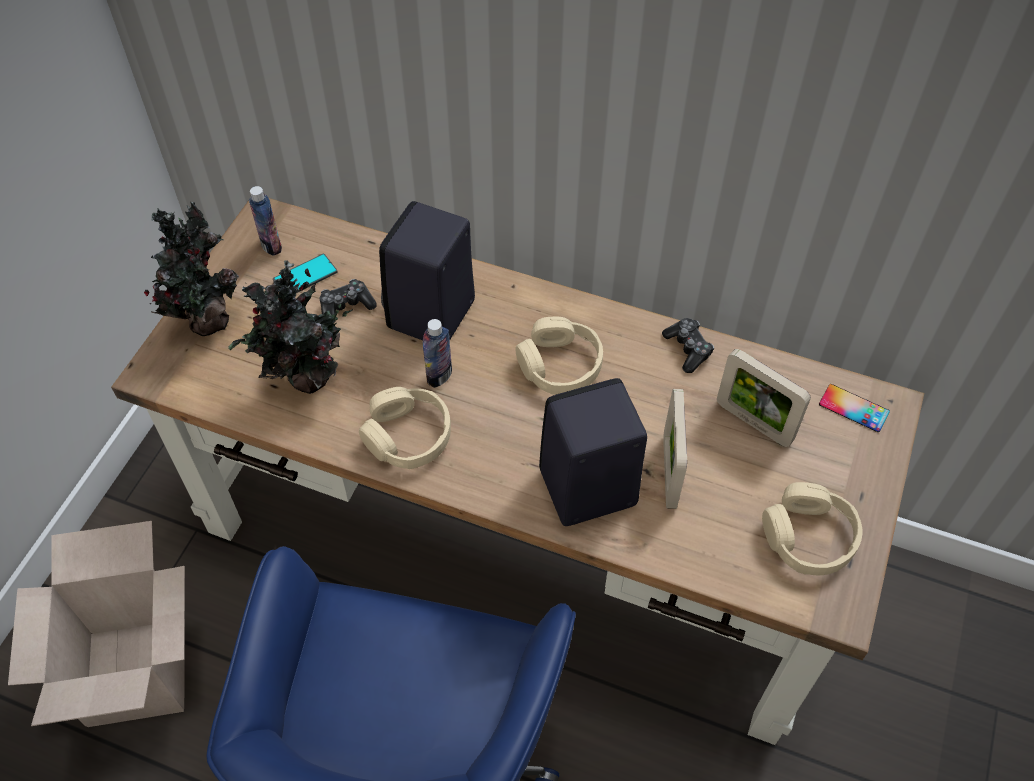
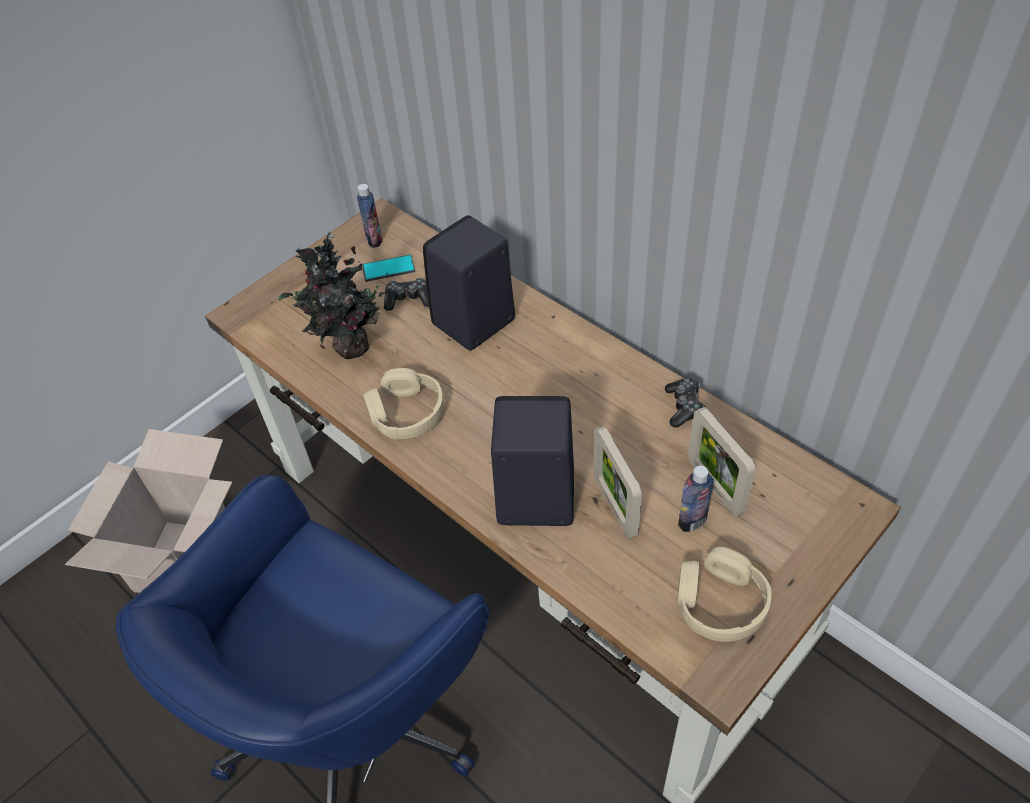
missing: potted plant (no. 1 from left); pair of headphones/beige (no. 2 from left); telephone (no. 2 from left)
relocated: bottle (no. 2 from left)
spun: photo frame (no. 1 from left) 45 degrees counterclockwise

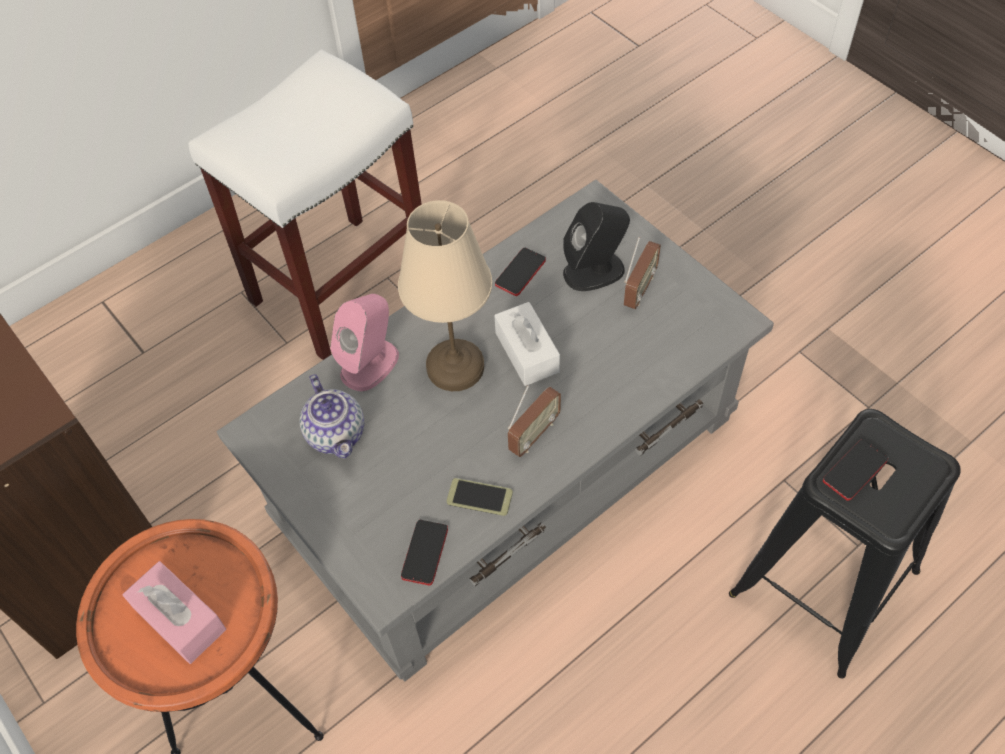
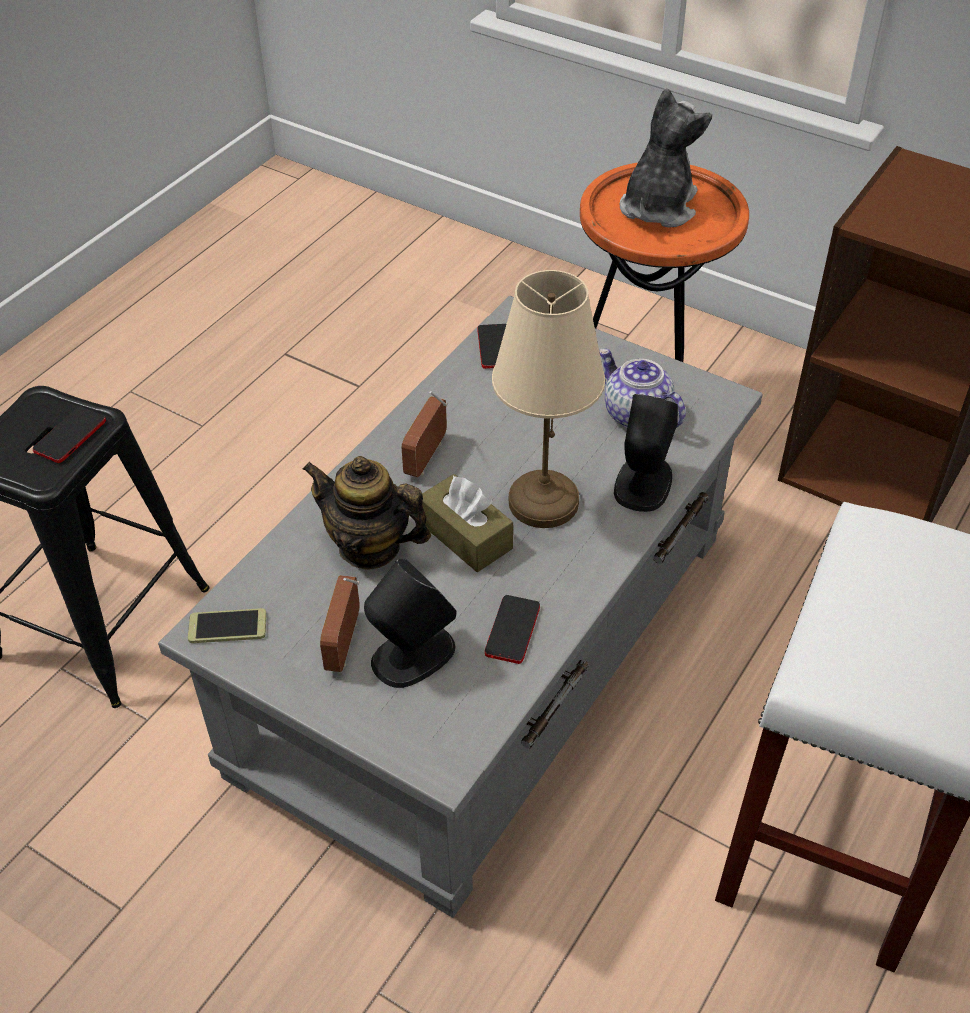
appeared: pot for tea (no. 1 from left)
relocated: telephone (no. 2 from left)
exchanged: tissue holder/pinkish to soft toy
colour: loudspeaker/pinkish to loudspeaker/blackish (no. 2 from left); tissue holder/whitish to tissue holder/brownish

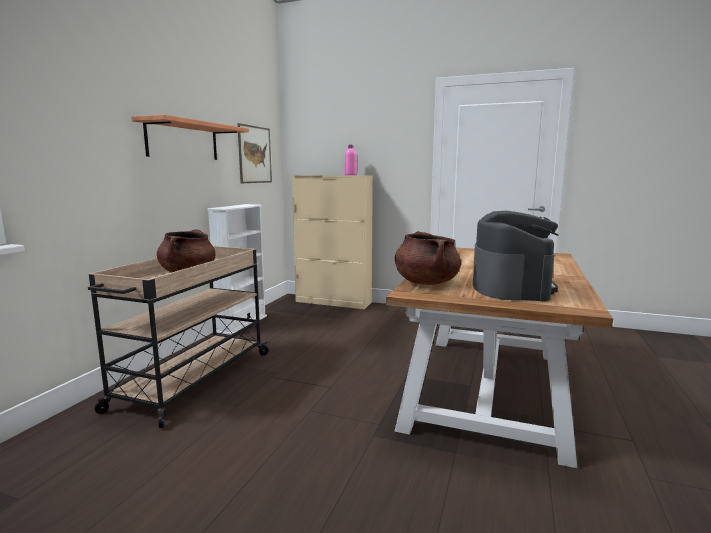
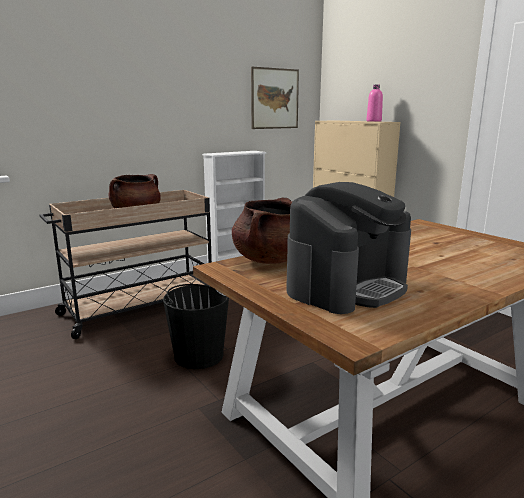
missing: shelf
appeared: pail/blackish

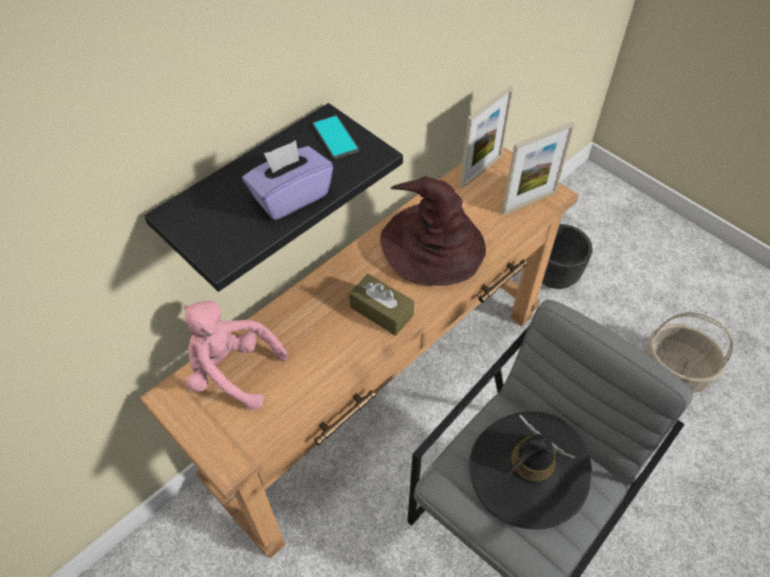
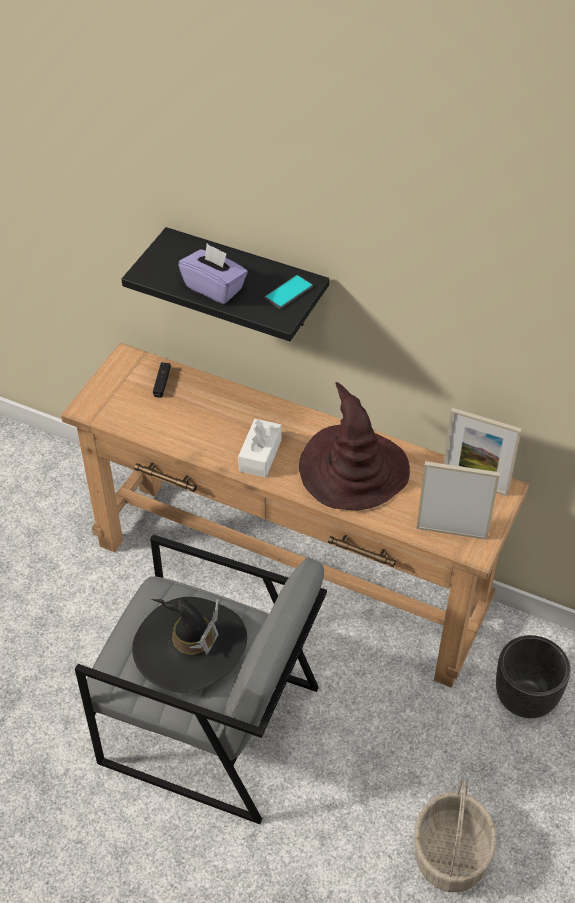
exchanged: soft toy/pinkish to gamepad/blackish
colour: tissue holder/brownish to tissue holder/whitish
spun: photo frame (no. 2 from left in the first image) 150 degrees clockwise

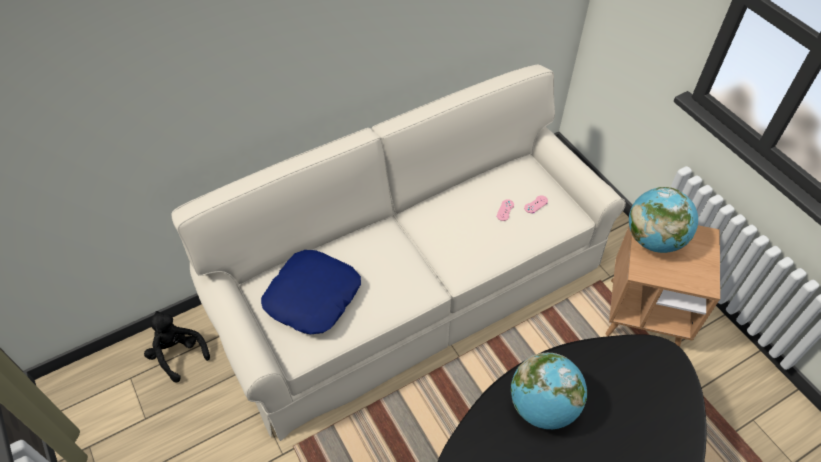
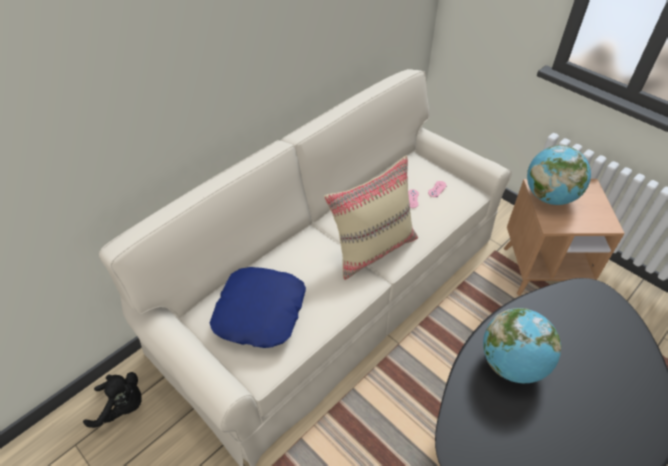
appeared: pillow/beige
spun: soft toy/blackish 150 degrees clockwise

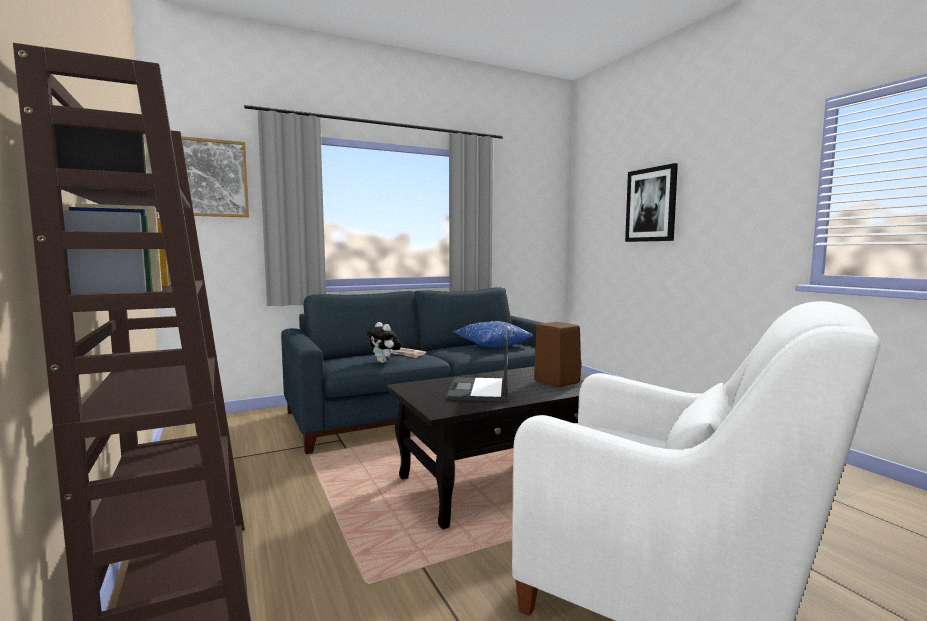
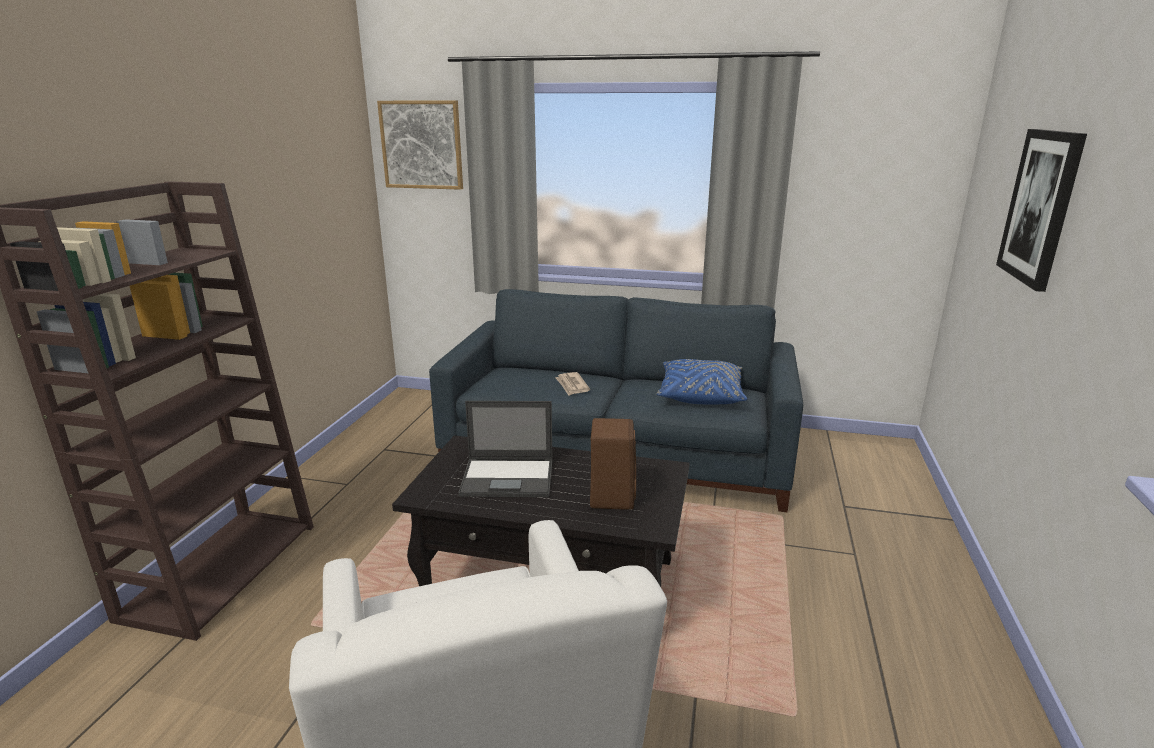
missing: soft toy
spun: laptop 135 degrees counterclockwise

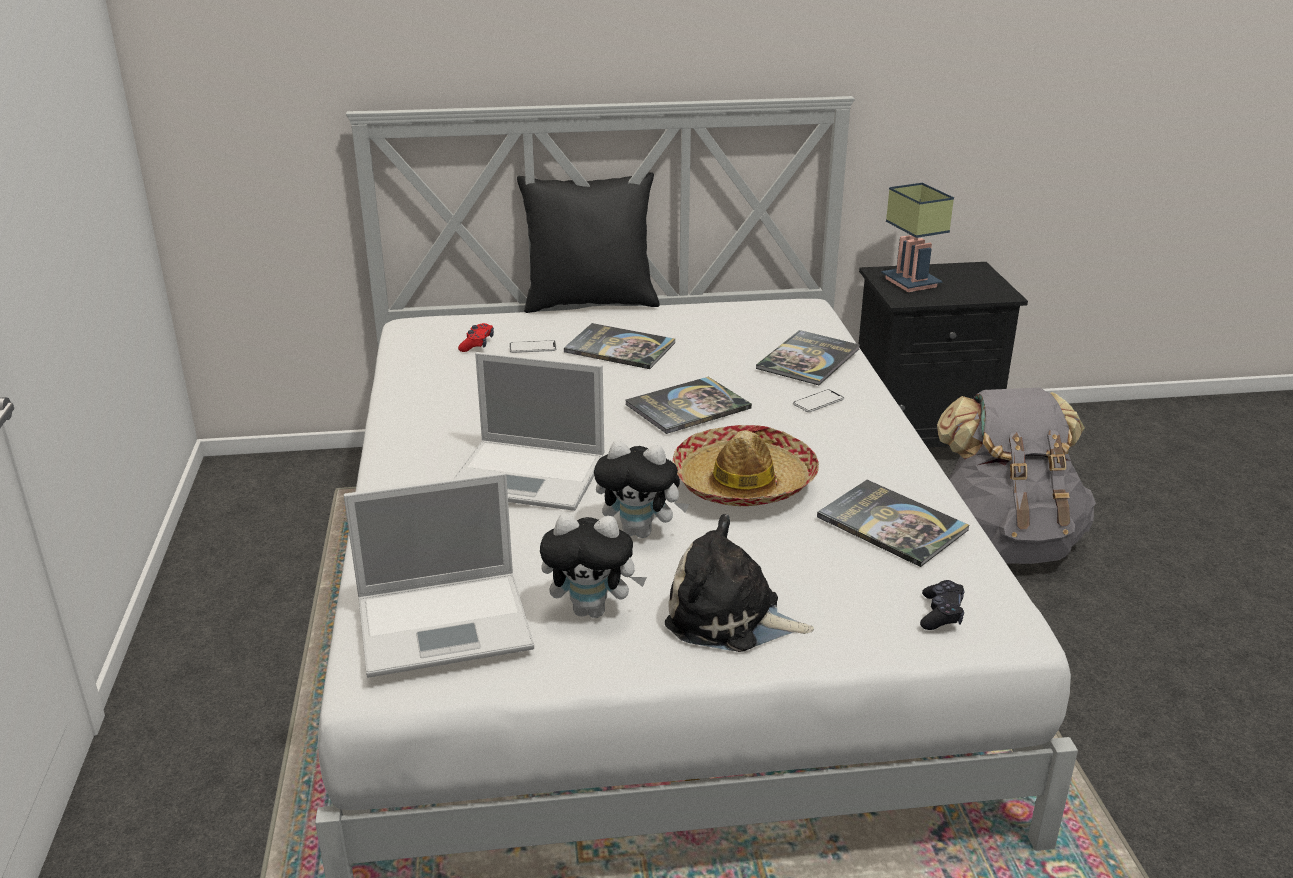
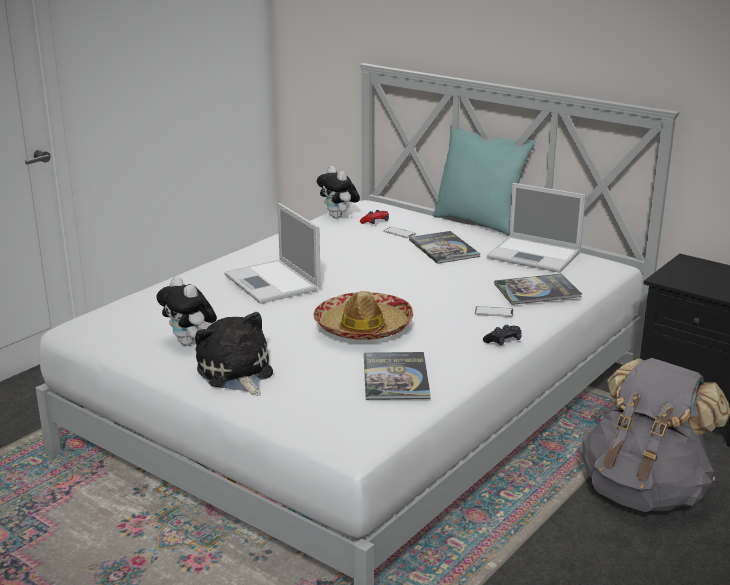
missing: book (no. 2 from left); tabletop lamp
relocated: laptop (no. 1 from left in the first image) to laptop (no. 2 from left); soft toy (no. 2 from left in the first image) to soft toy (no. 3 from left); gamepad/blackish
colour: pillow/blackish to pillow/turquoise

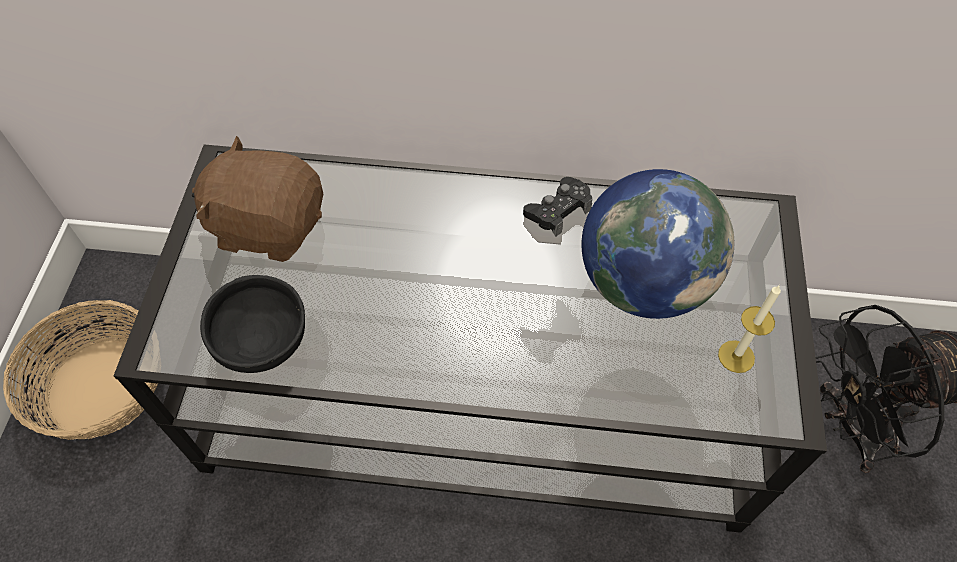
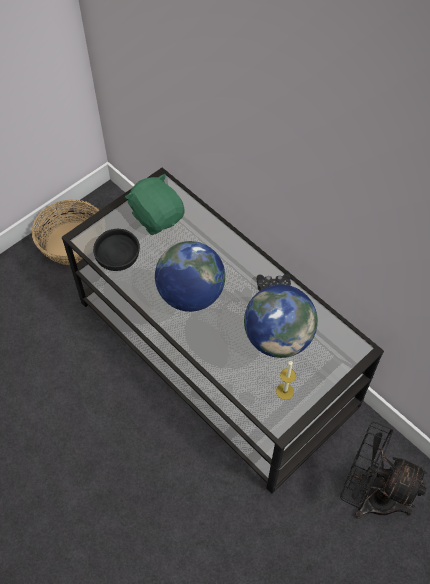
appeared: desk globe (no. 1 from left)
colour: soft toy/brownish to soft toy/green

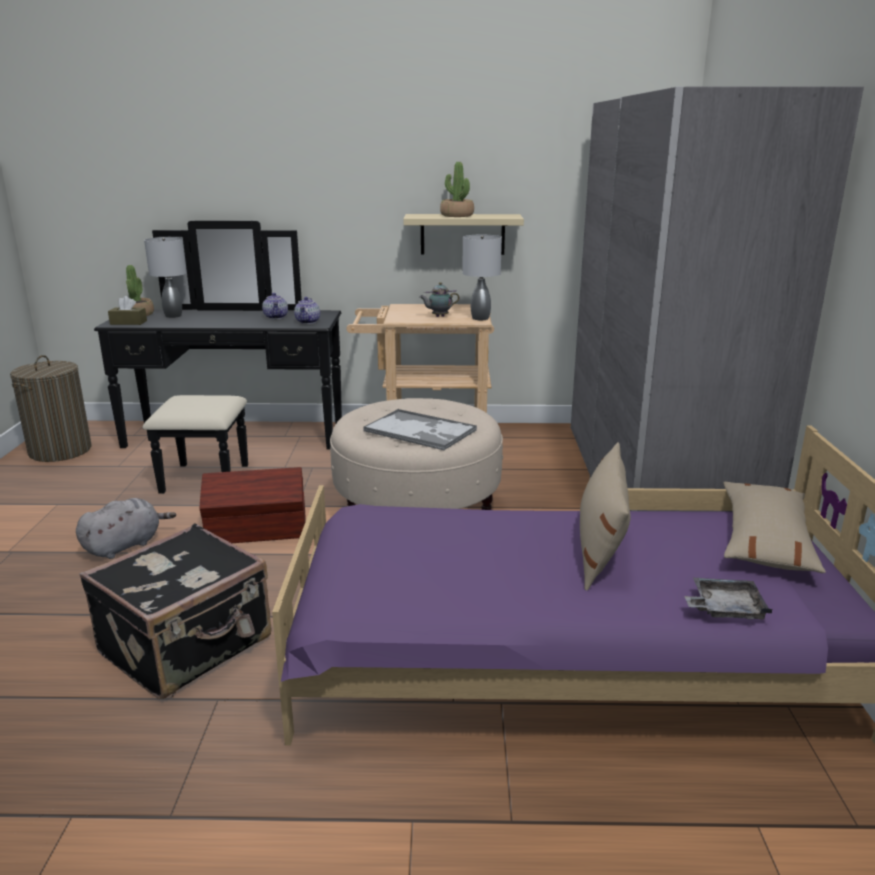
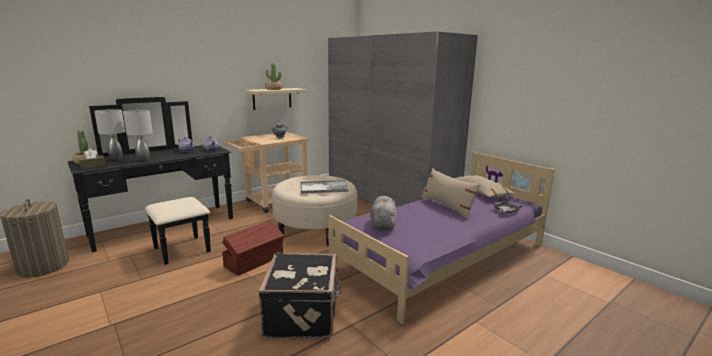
relocated: soft toy/greyish; tabletop lamp/greyish (no. 2 from left)

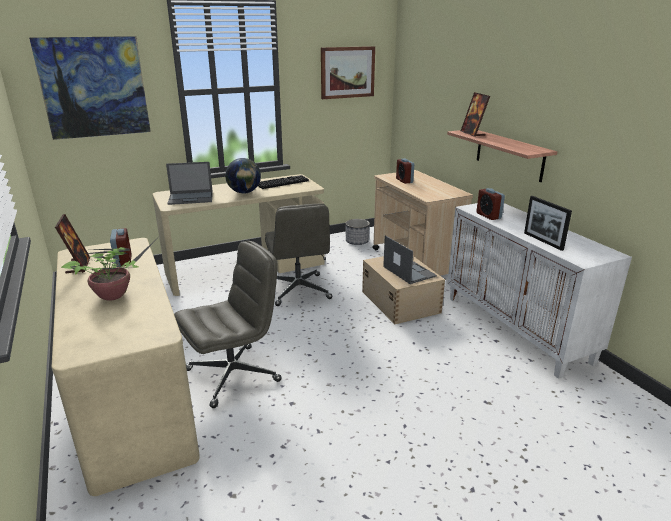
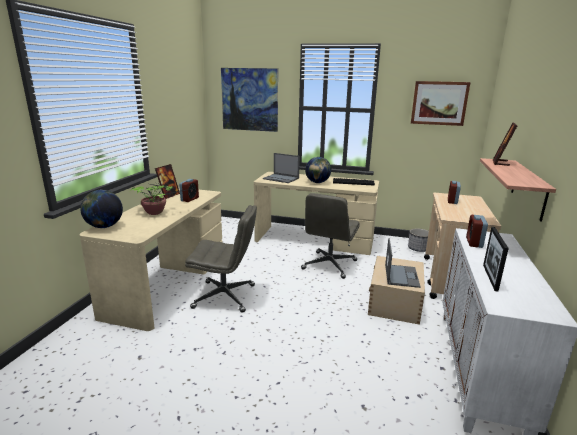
appeared: desk globe (no. 1 from left)

